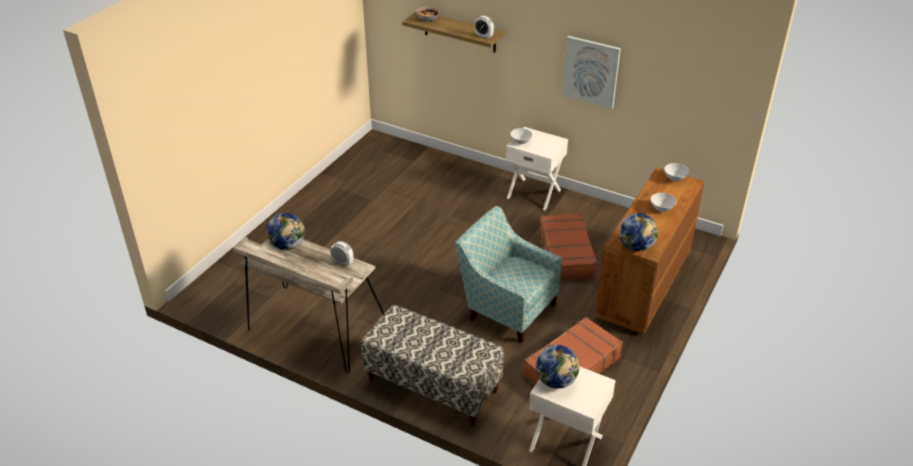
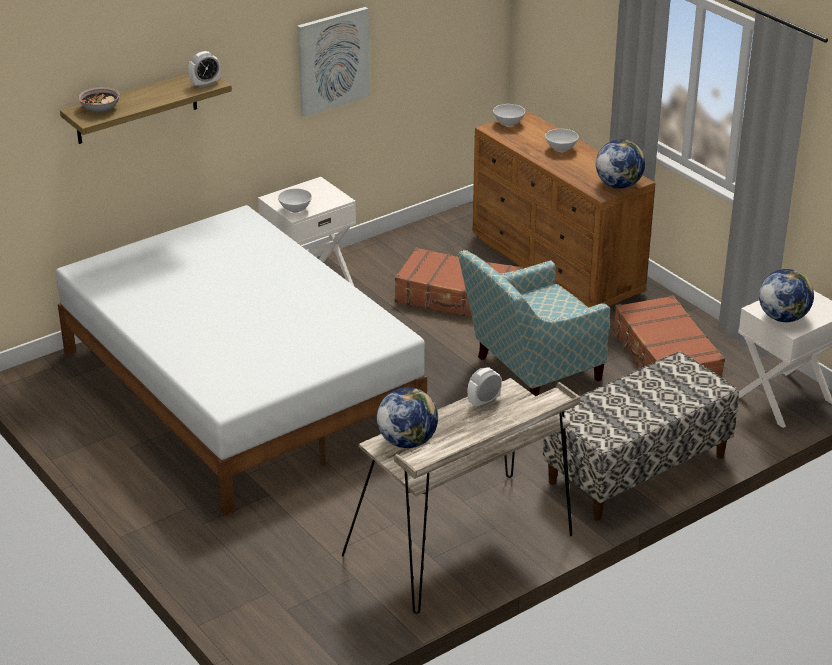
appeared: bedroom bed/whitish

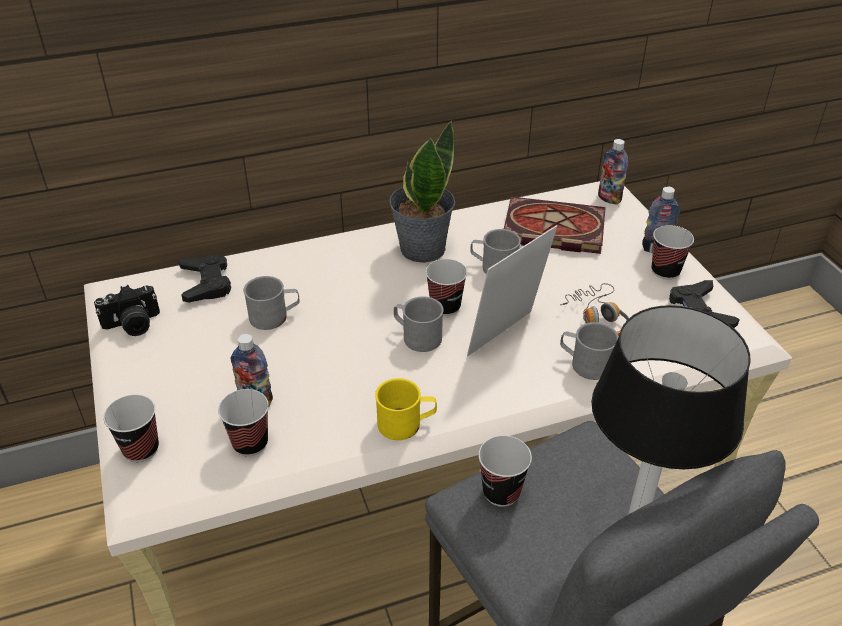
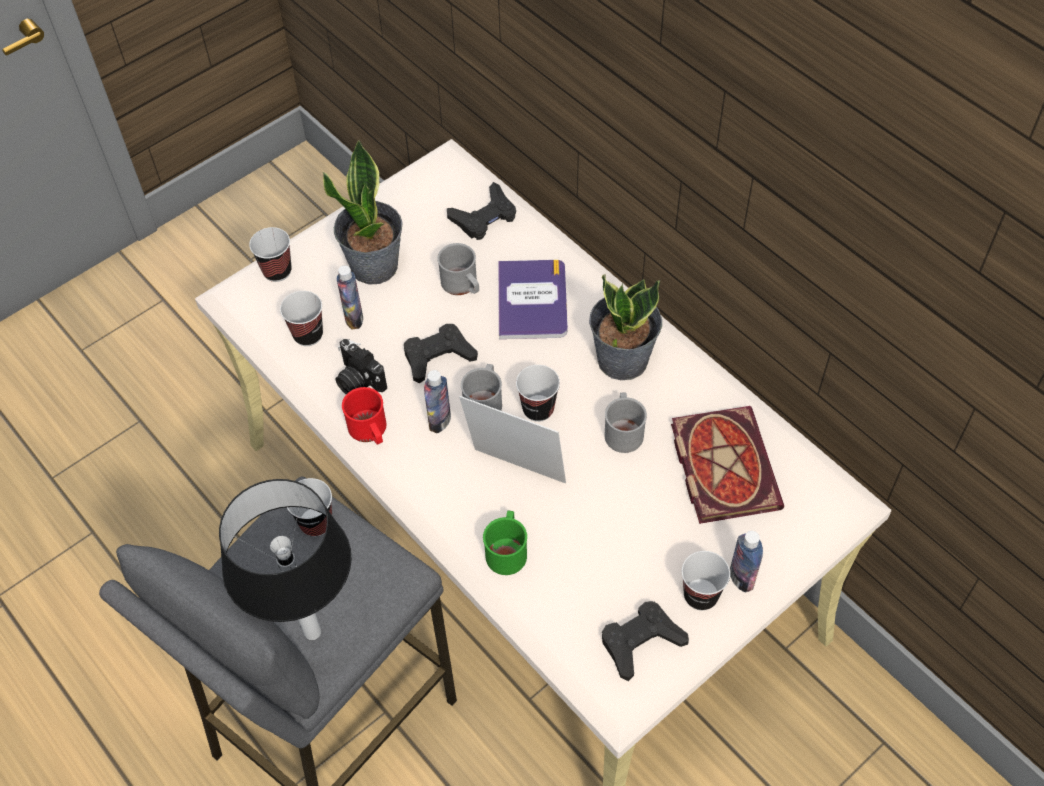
missing: pair of headphones
appeared: potted plant (no. 1 from left); gamepad/blackish (no. 1 from left); book (no. 1 from left)
relocated: still camera; bottle (no. 2 from left)
colour: mug/yellow-coloured to mug/red; mug/greyish (no. 4 from left) to mug/green

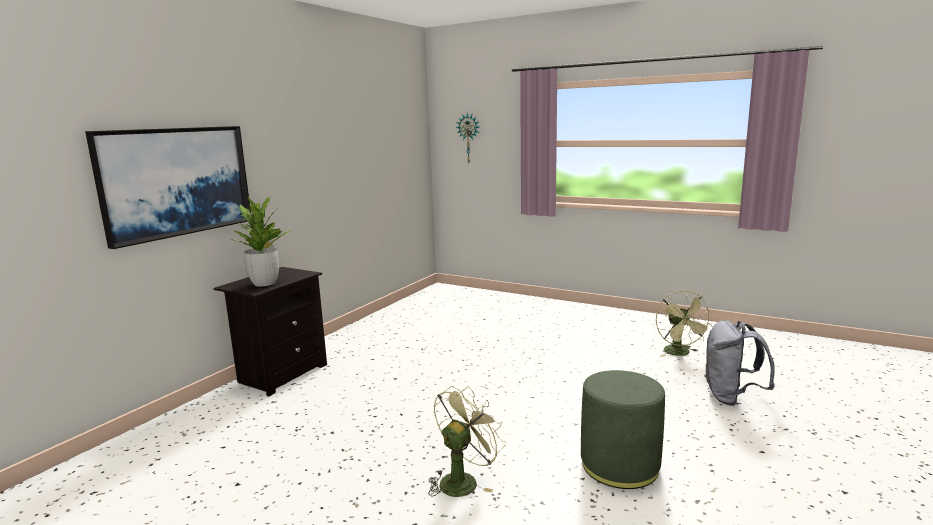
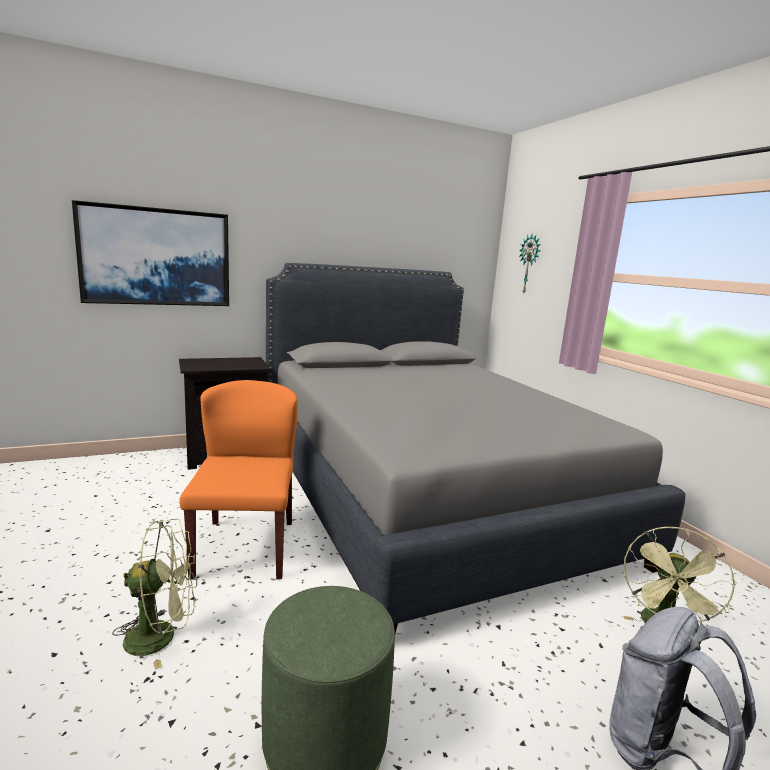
missing: potted plant
appeared: chair/orange; bedroom bed/greyish

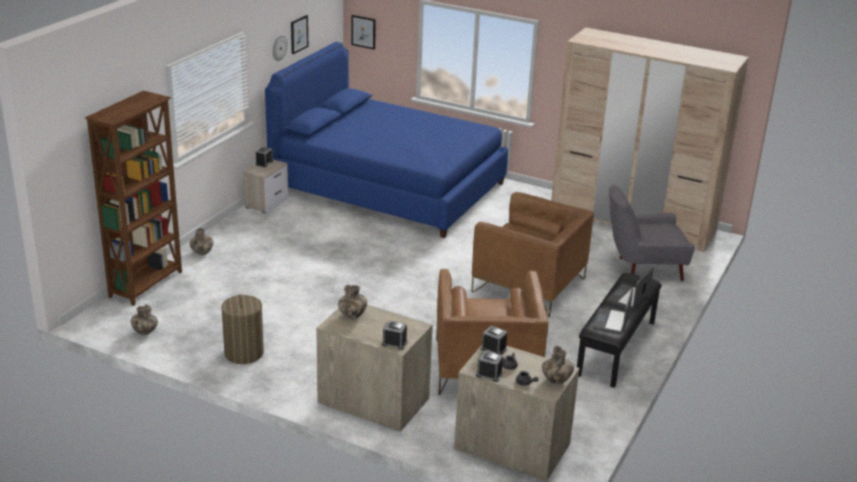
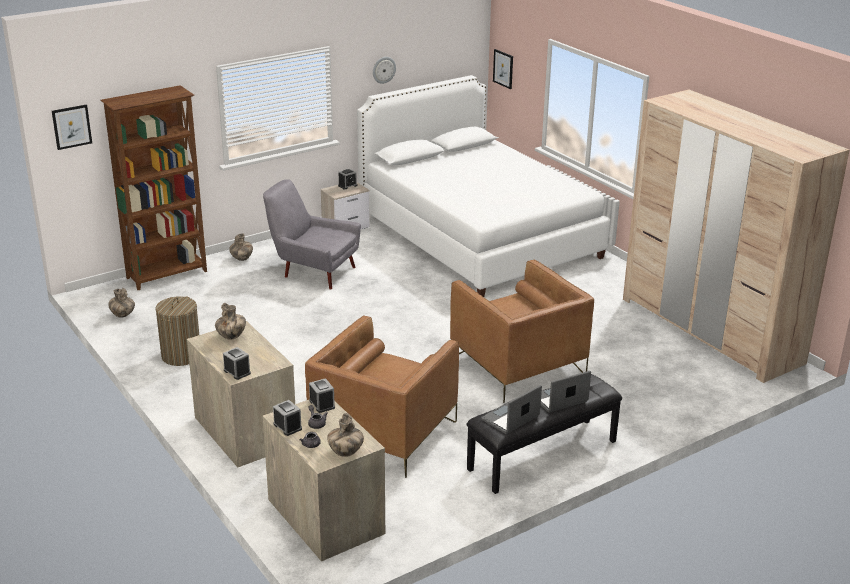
relocated: picture (no. 1 from left); armchair/greyish
colour: bedroom bed/bluish to bedroom bed/whitish

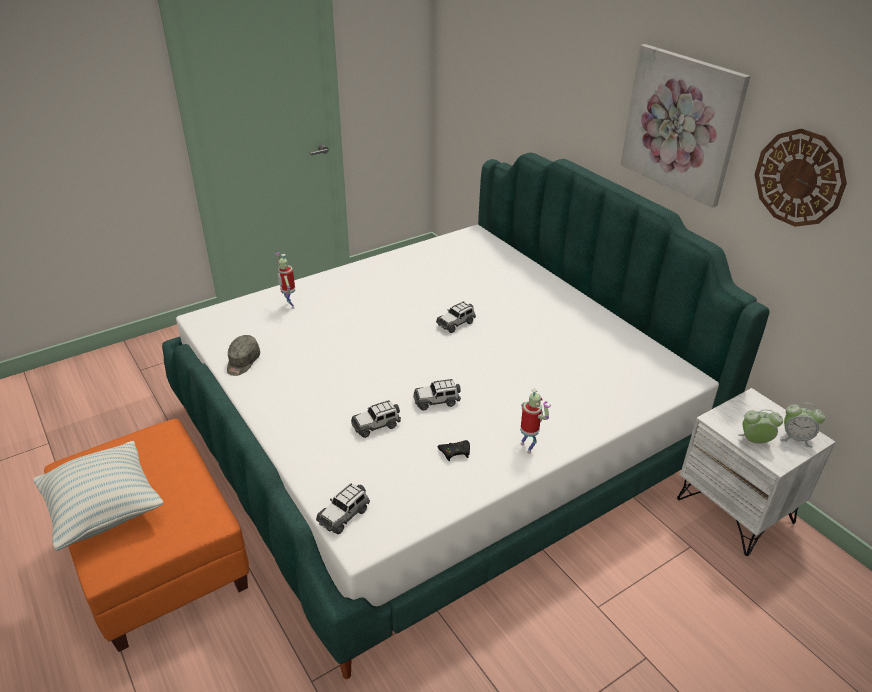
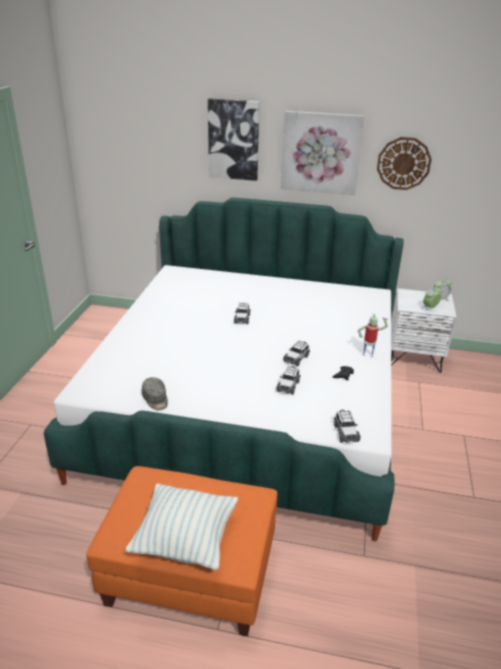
missing: model robot (no. 1 from left)
appeared: picture (no. 1 from left)

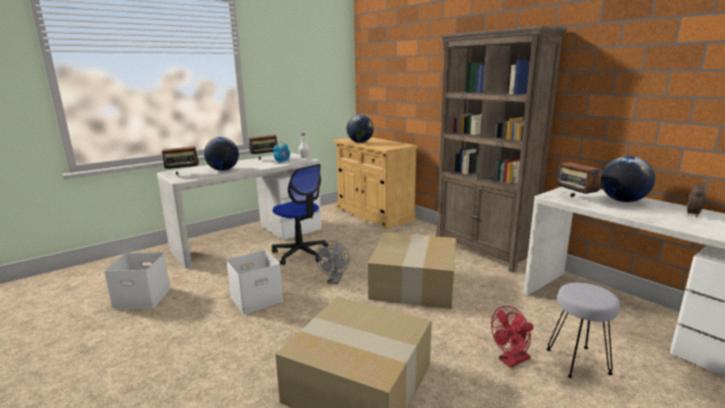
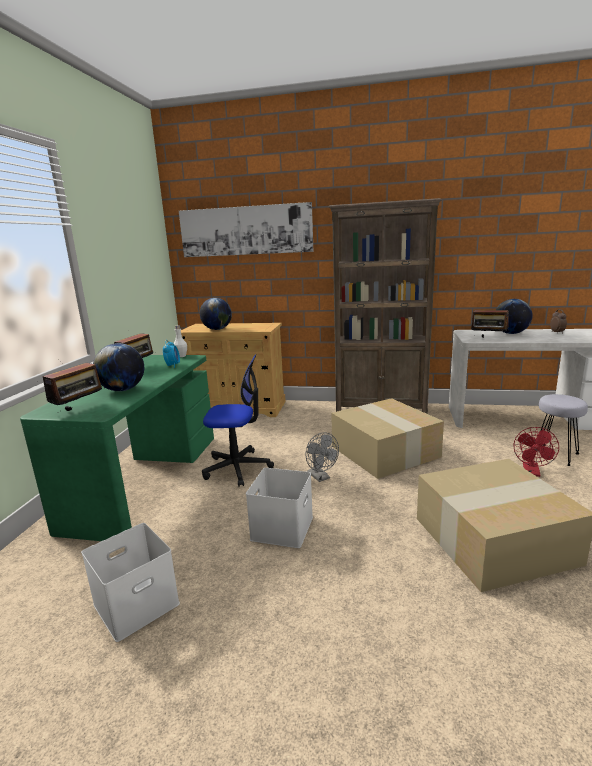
appeared: picture
colour: desk/whitish (no. 1 from left) to desk/green

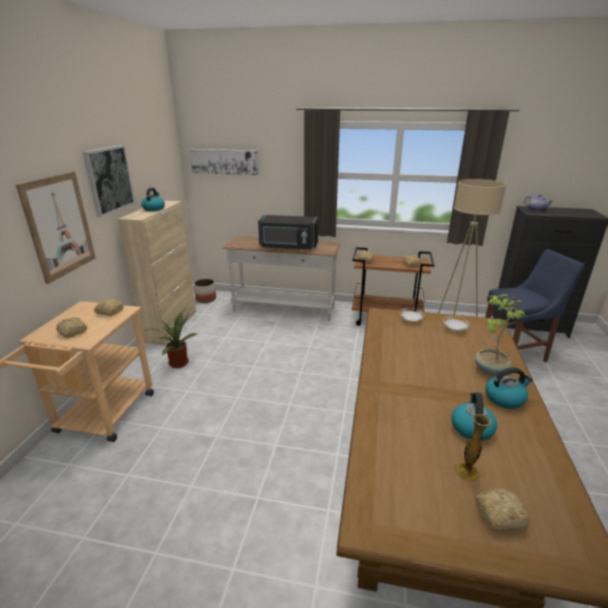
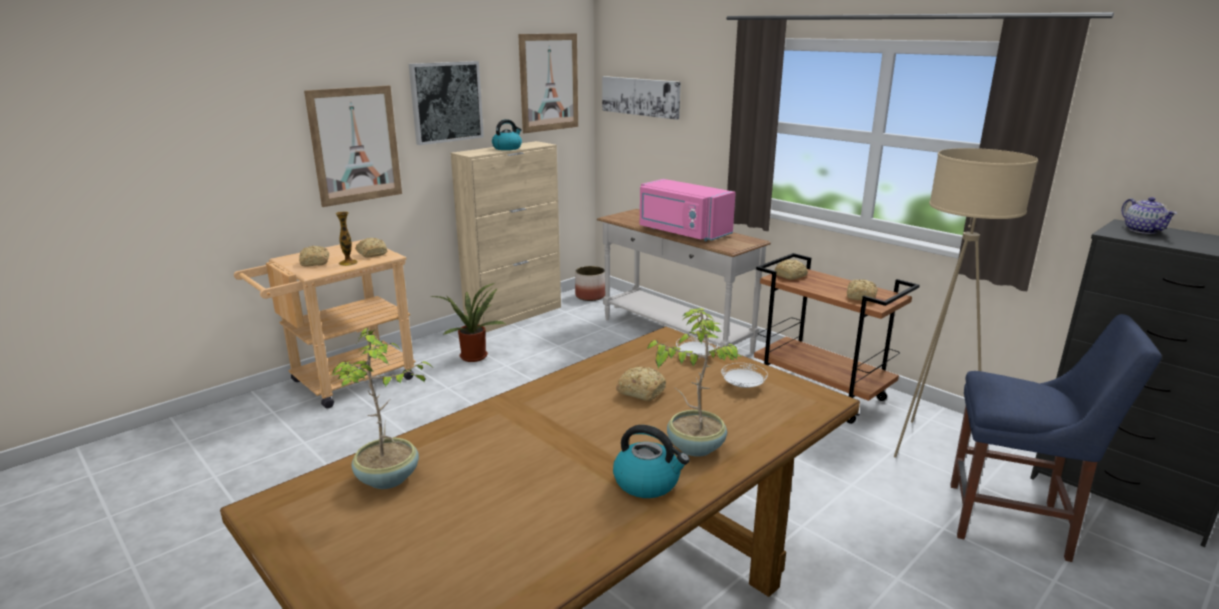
missing: tea kettle (no. 2 from left)
appeared: potted plant (no. 1 from left); picture (no. 3 from left)
relocated: vase; bread (no. 5 from left in the first image) to bread (no. 3 from left)
colour: kitchen microwave/blackish to kitchen microwave/pinkish

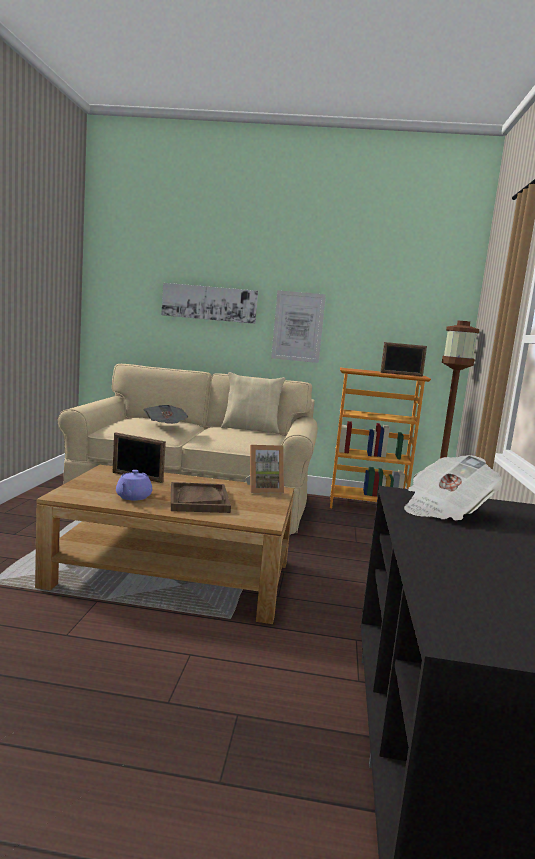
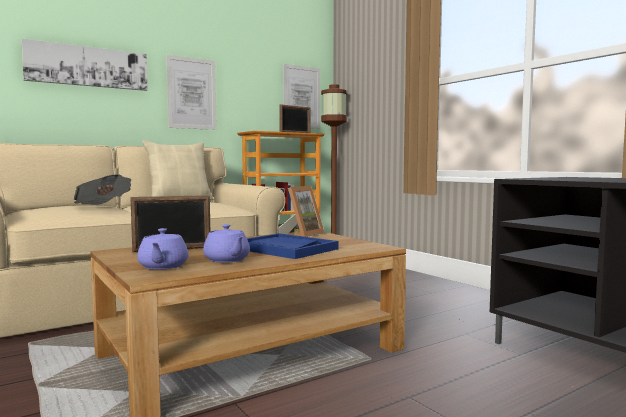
missing: newspaper (no. 2 from left)
appeared: pot for tea/purple (no. 1 from left); picture (no. 3 from left)
colour: tray/brownish to tray/bluish

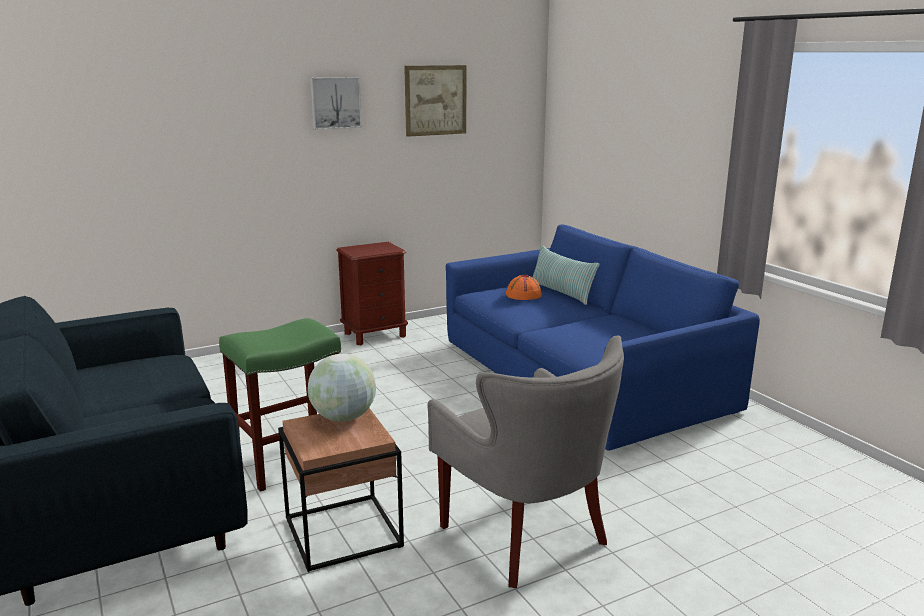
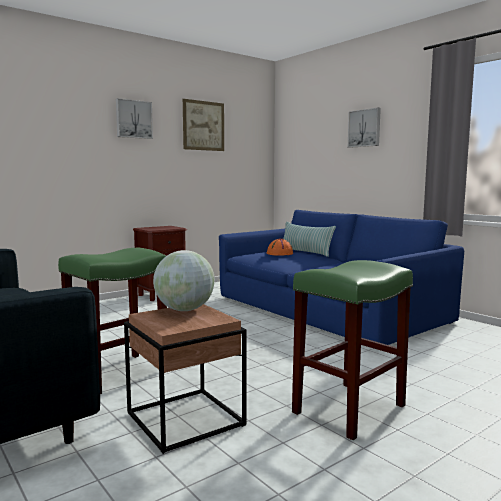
appeared: picture (no. 3 from left)
exchanged: armchair/greyish to sitting stool/green (no. 2 from left)

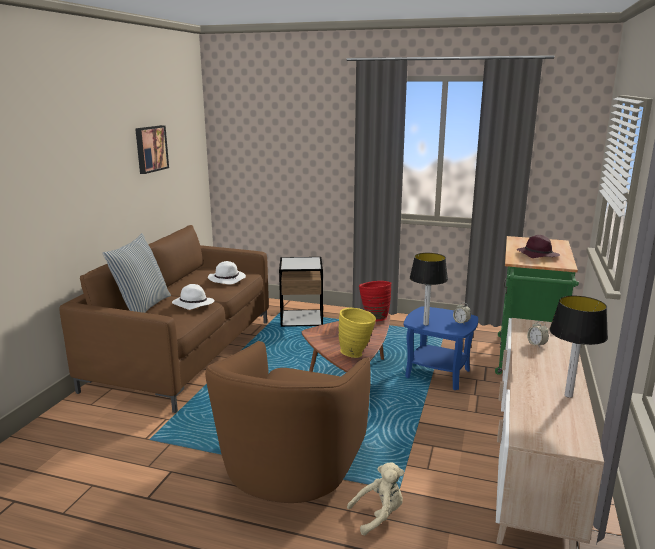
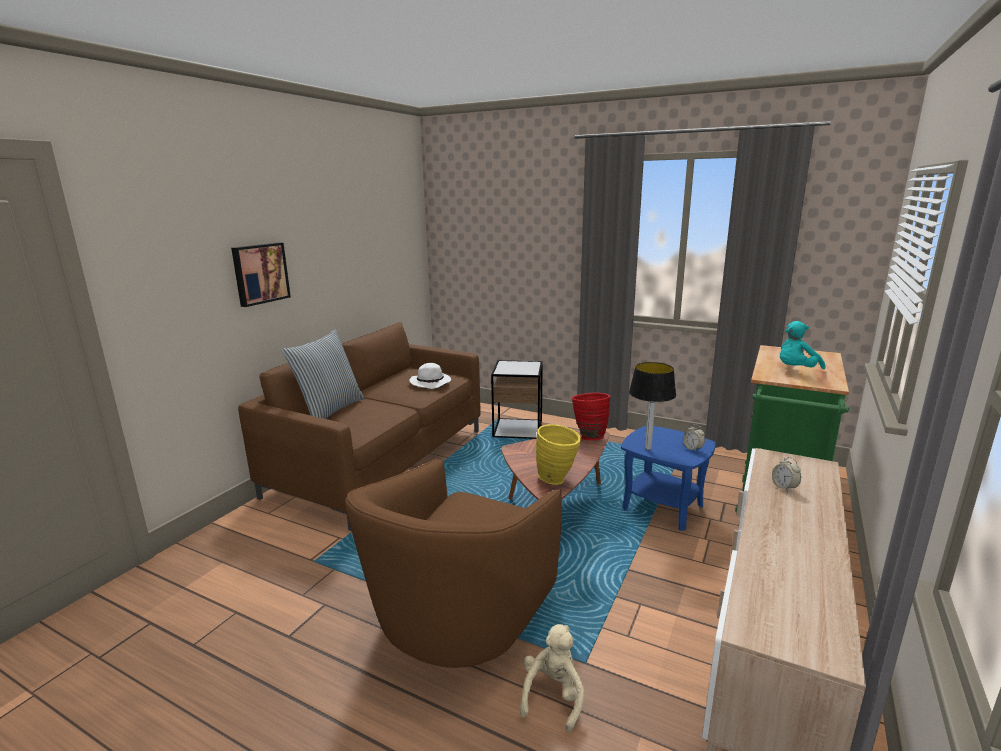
missing: wearable hat/whitish (no. 1 from left); tabletop lamp (no. 2 from left)
relocated: picture
exchanged: wearable hat/purple to soft toy/turquoise
spun: soft toy/beige 60 degrees counterclockwise

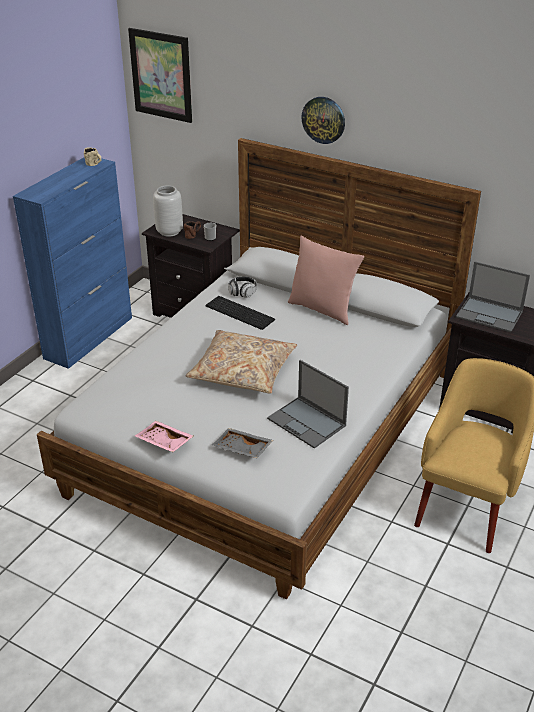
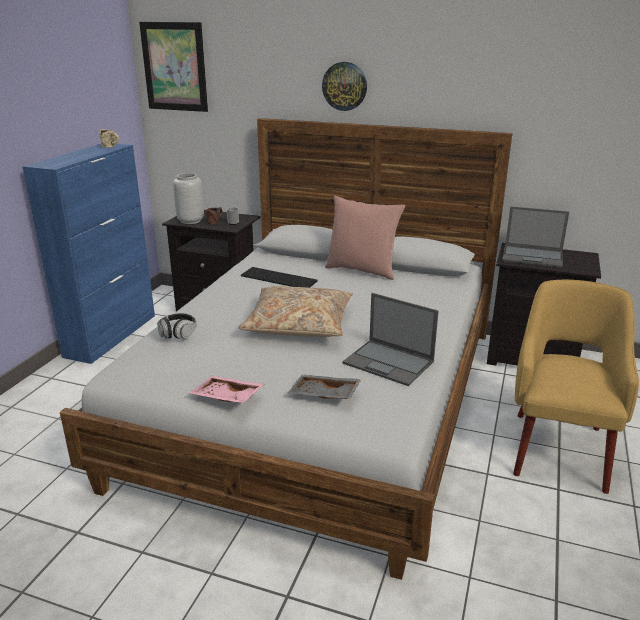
relocated: pair of headphones

